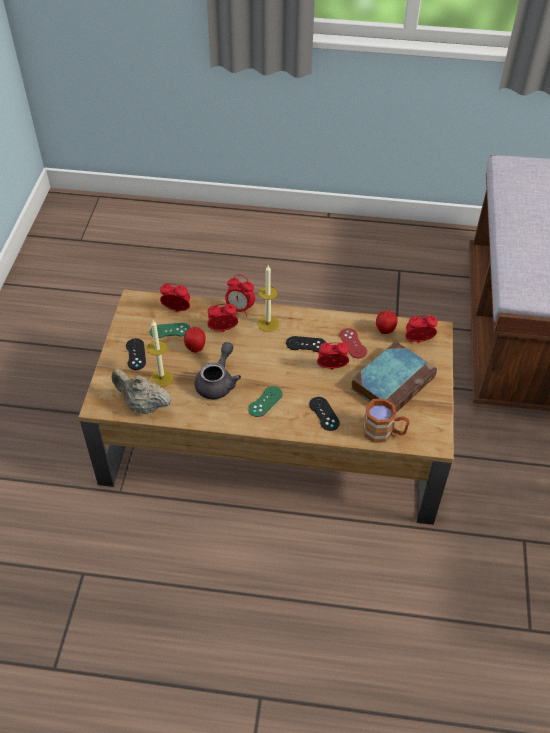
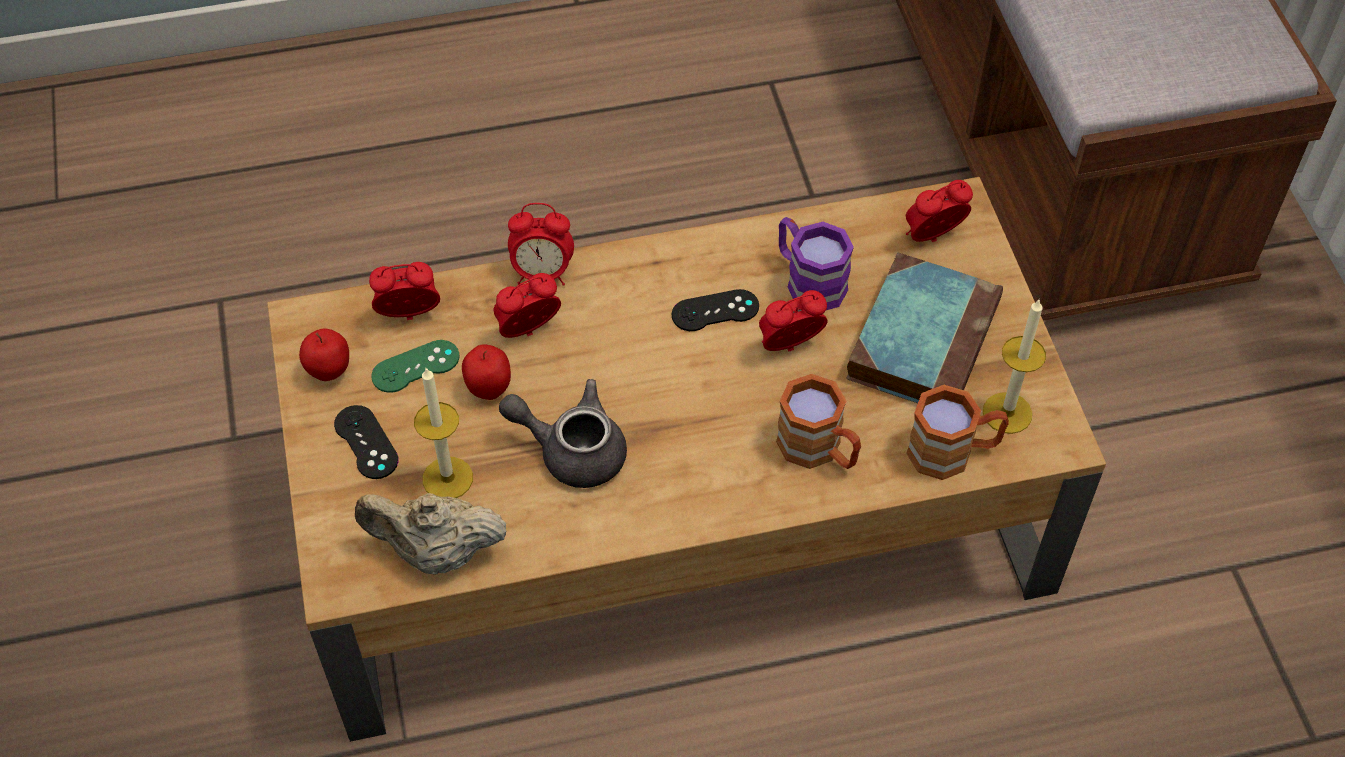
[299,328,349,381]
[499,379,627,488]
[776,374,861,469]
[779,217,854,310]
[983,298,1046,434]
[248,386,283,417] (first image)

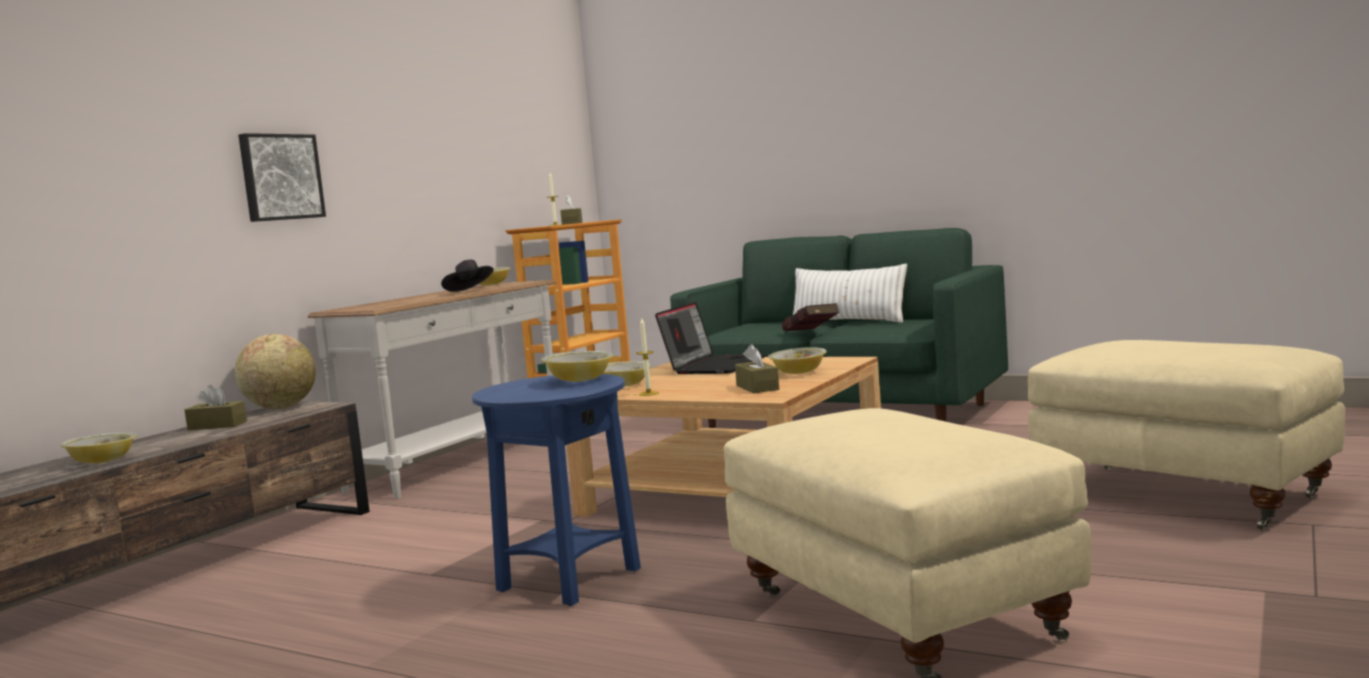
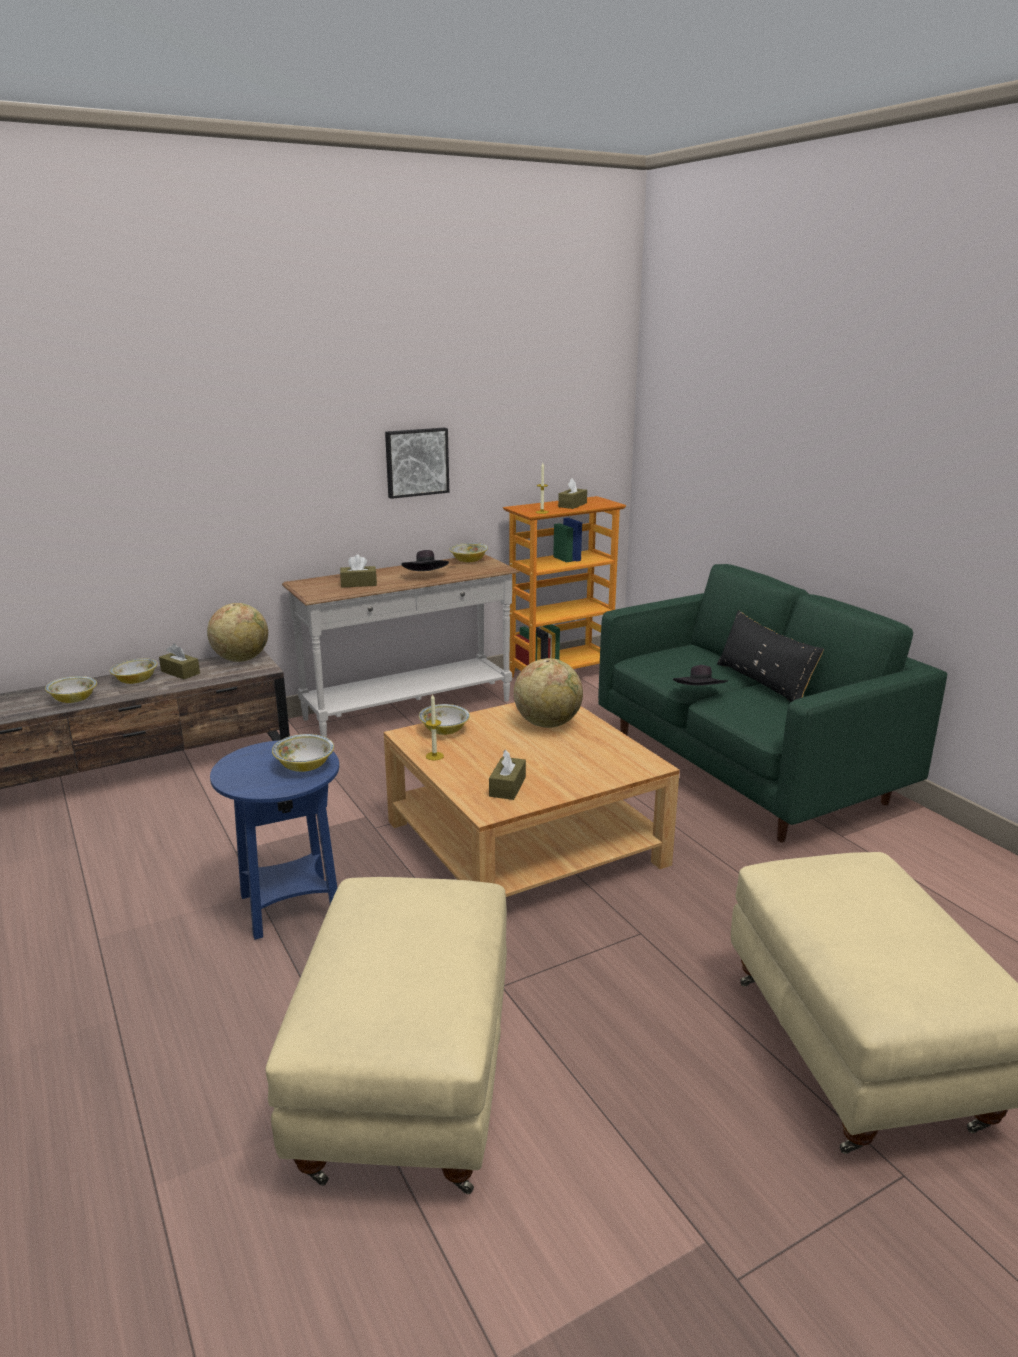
[110,658,157,684]
[340,554,377,587]
[385,428,449,499]
[514,658,583,728]
[673,665,728,686]
[717,610,824,702]

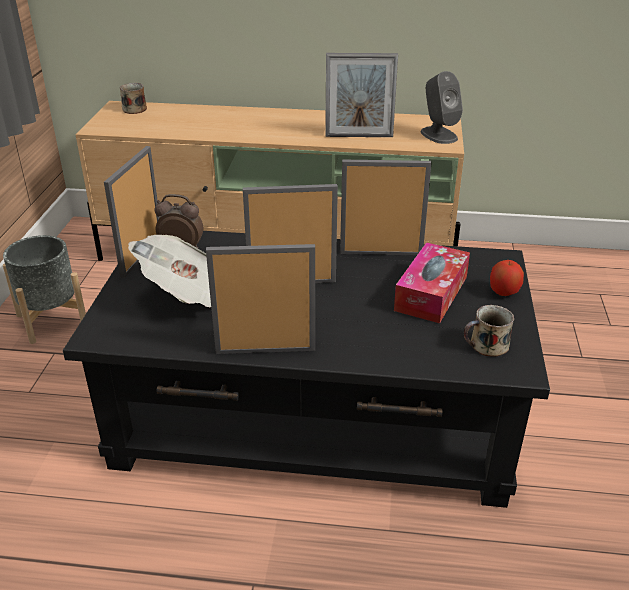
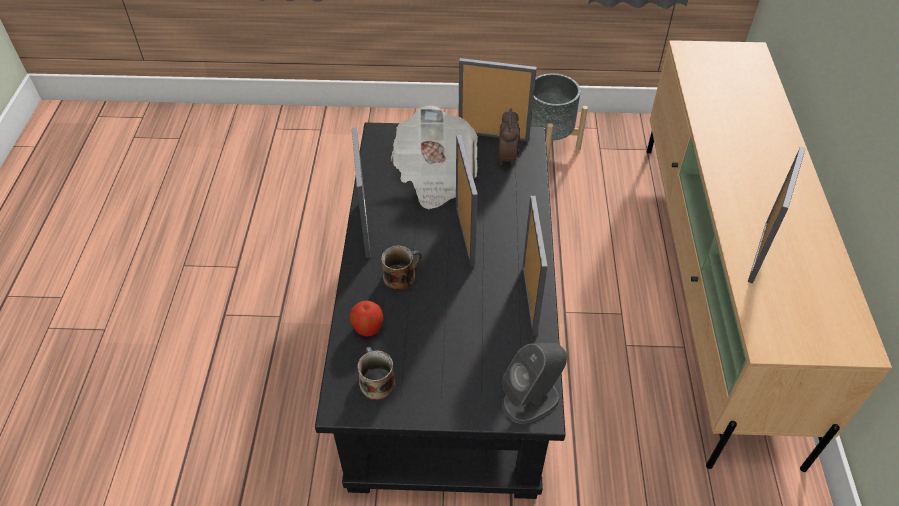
[350,301,383,336]
[381,245,422,290]
[502,343,567,424]
[748,146,805,284]
[394,242,470,323] (first image)

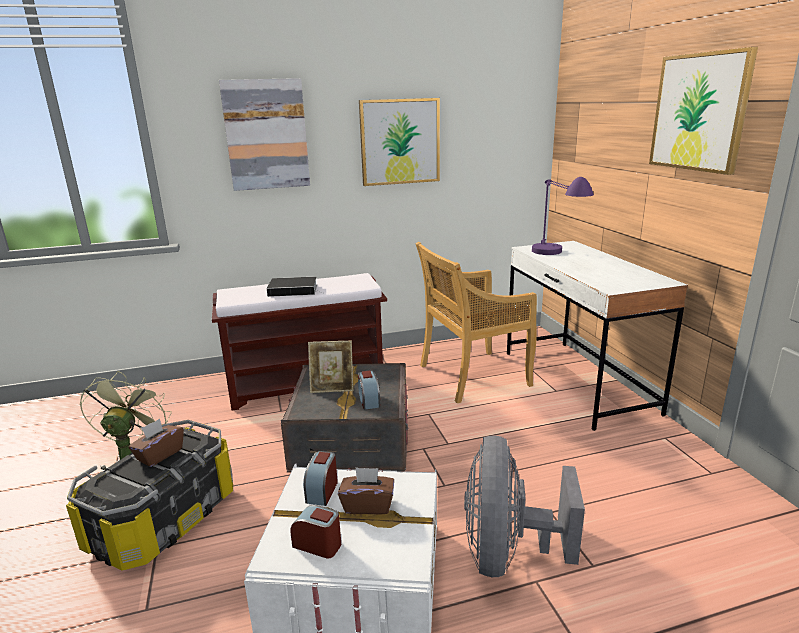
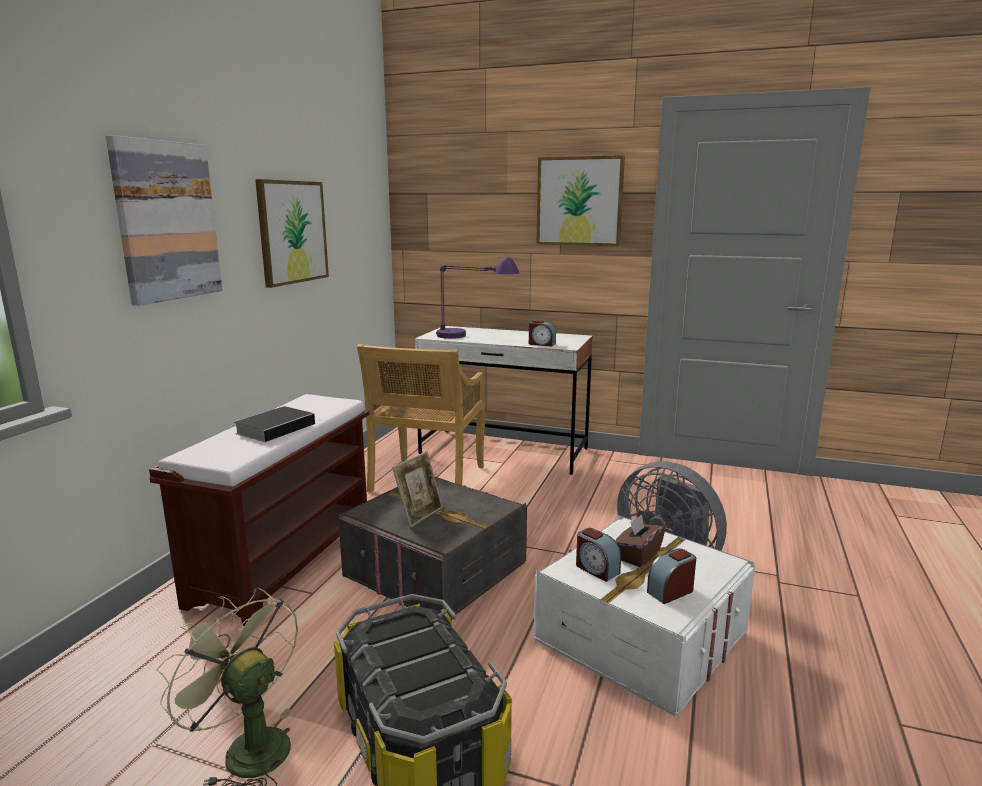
[529,320,556,347]
[128,419,184,467] (first image)

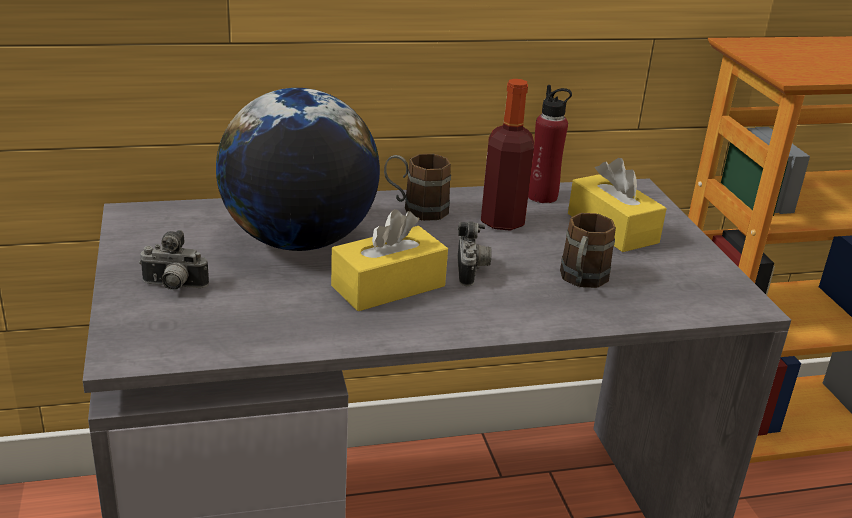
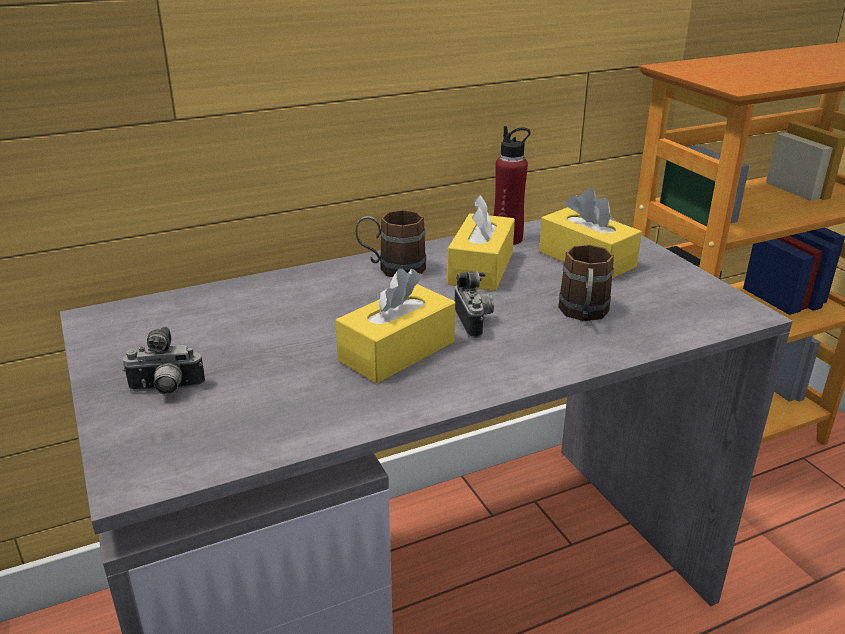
[447,195,515,291]
[216,88,380,251] (first image)

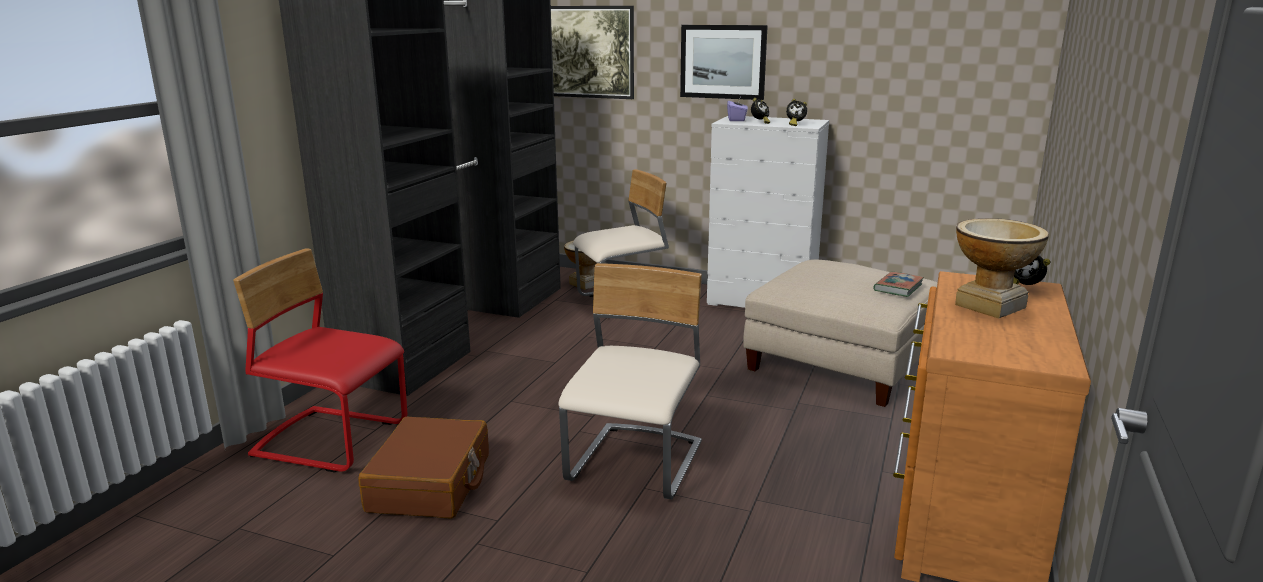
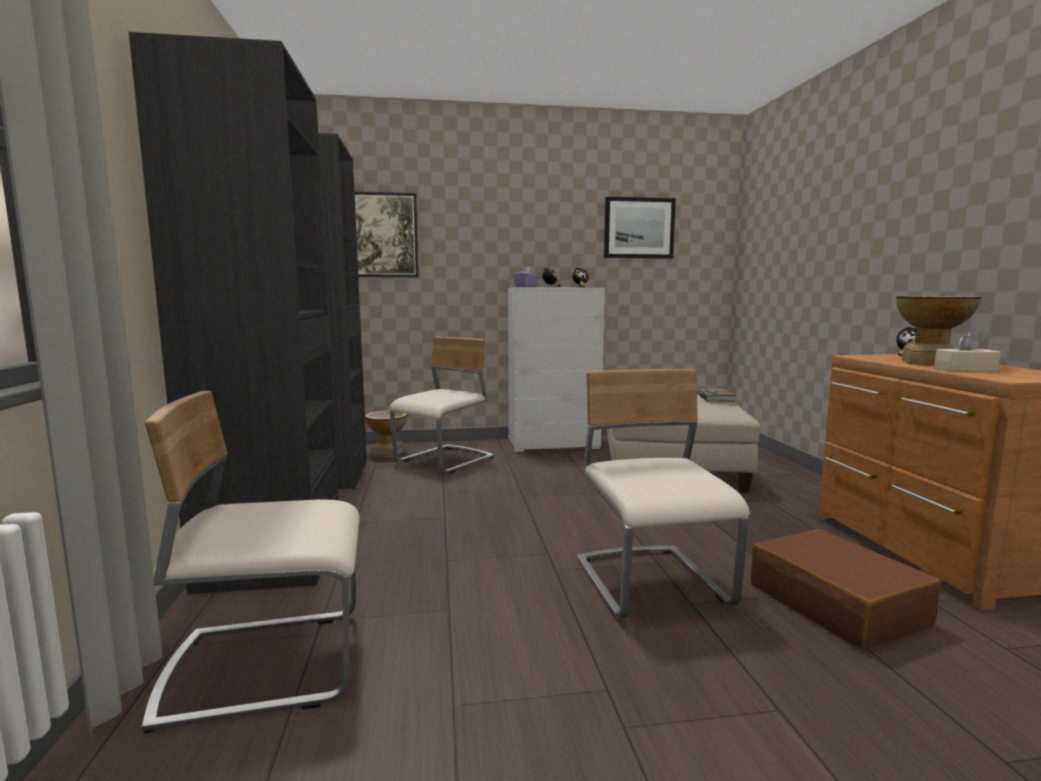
[142,391,360,733]
[604,197,676,259]
[751,529,942,650]
[934,331,1001,372]

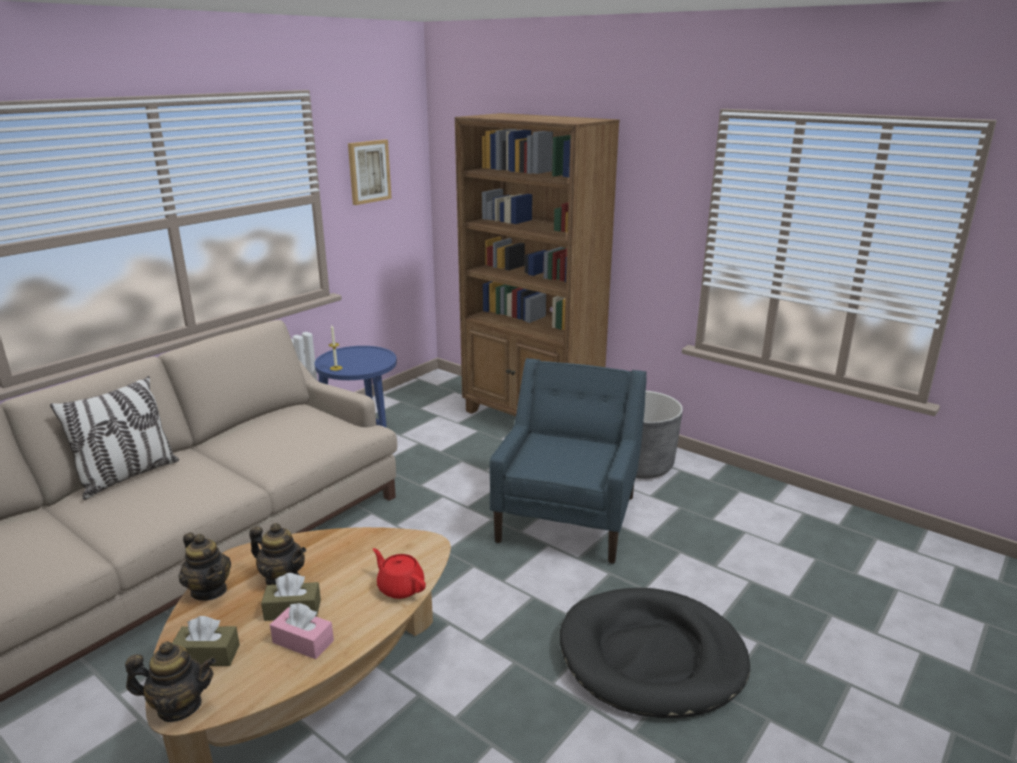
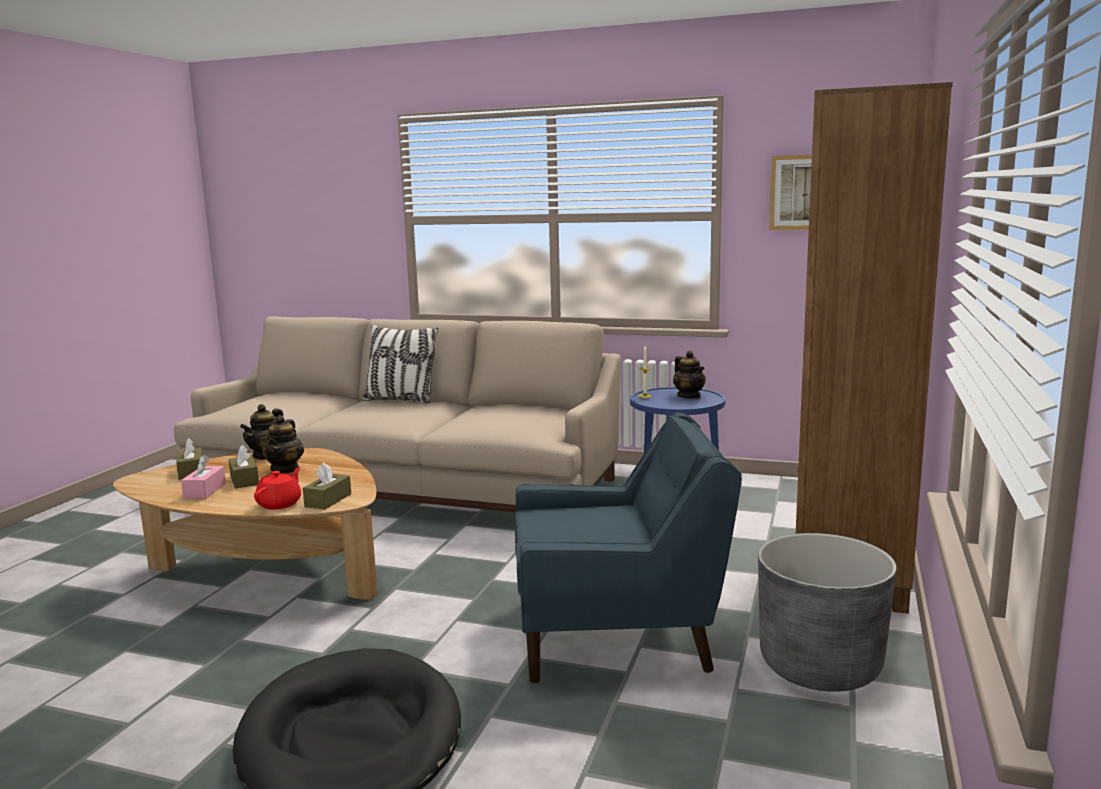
[303,462,351,510]
[673,351,706,399]

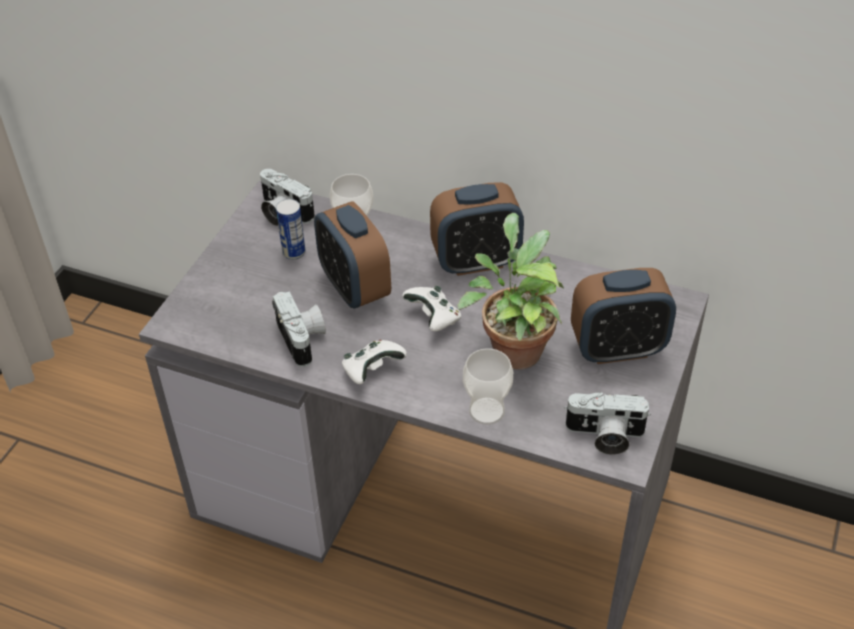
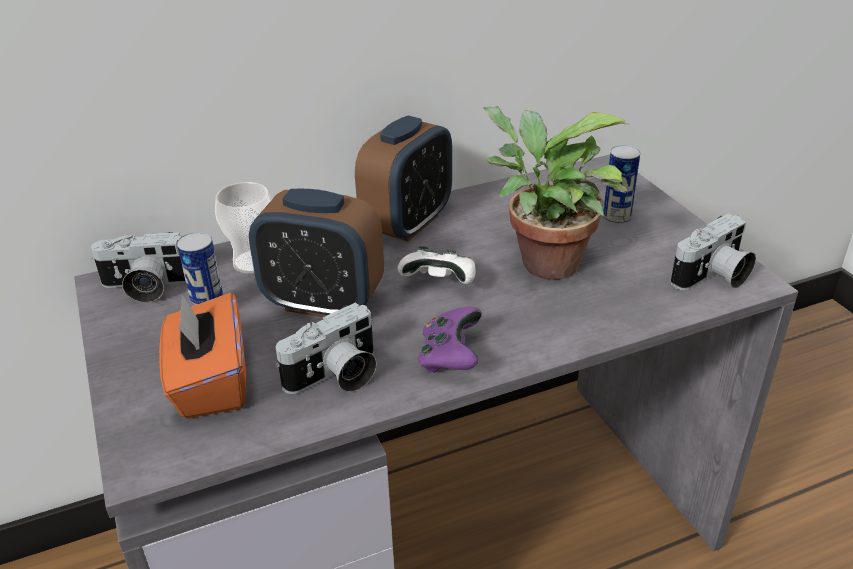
[159,293,246,419]
[275,302,377,394]
[418,307,482,373]
[603,145,641,224]
[463,348,513,425] (first image)

